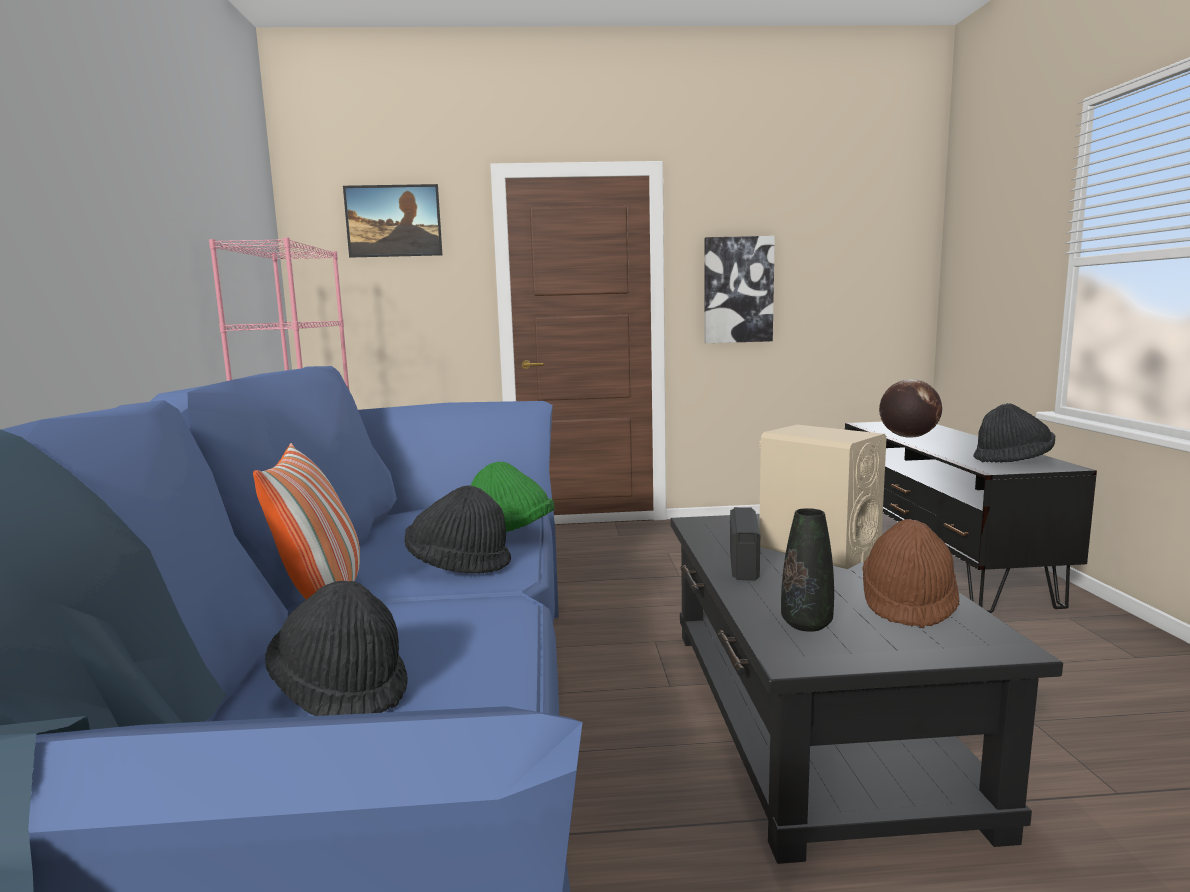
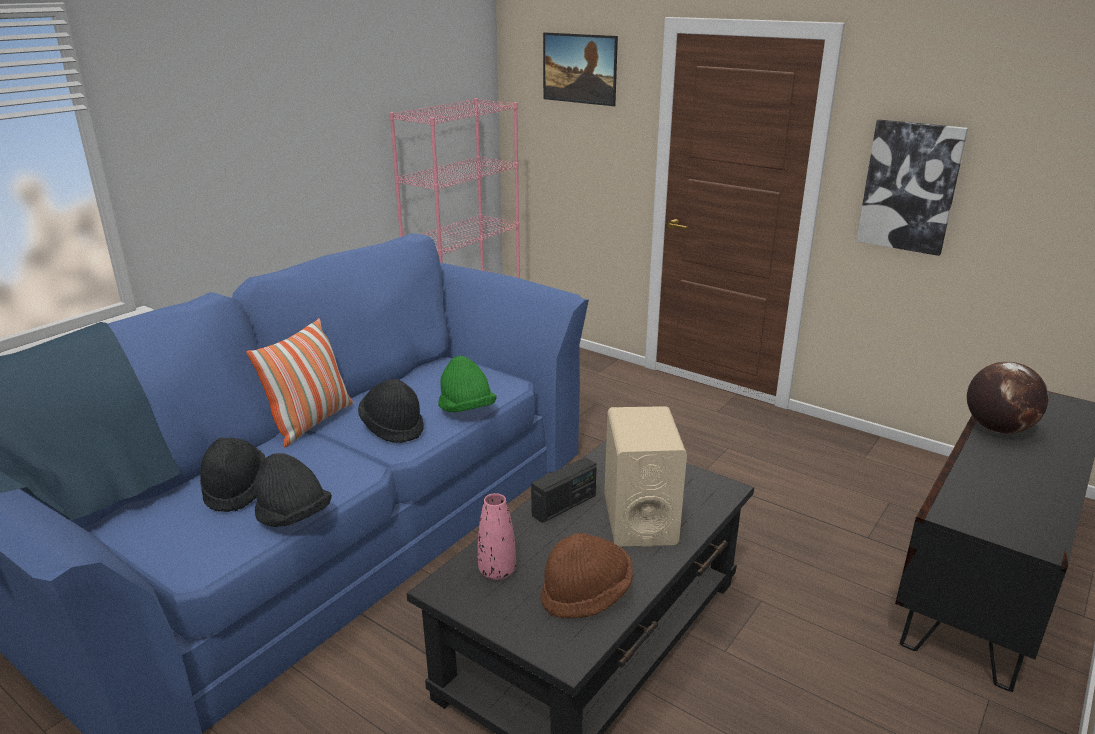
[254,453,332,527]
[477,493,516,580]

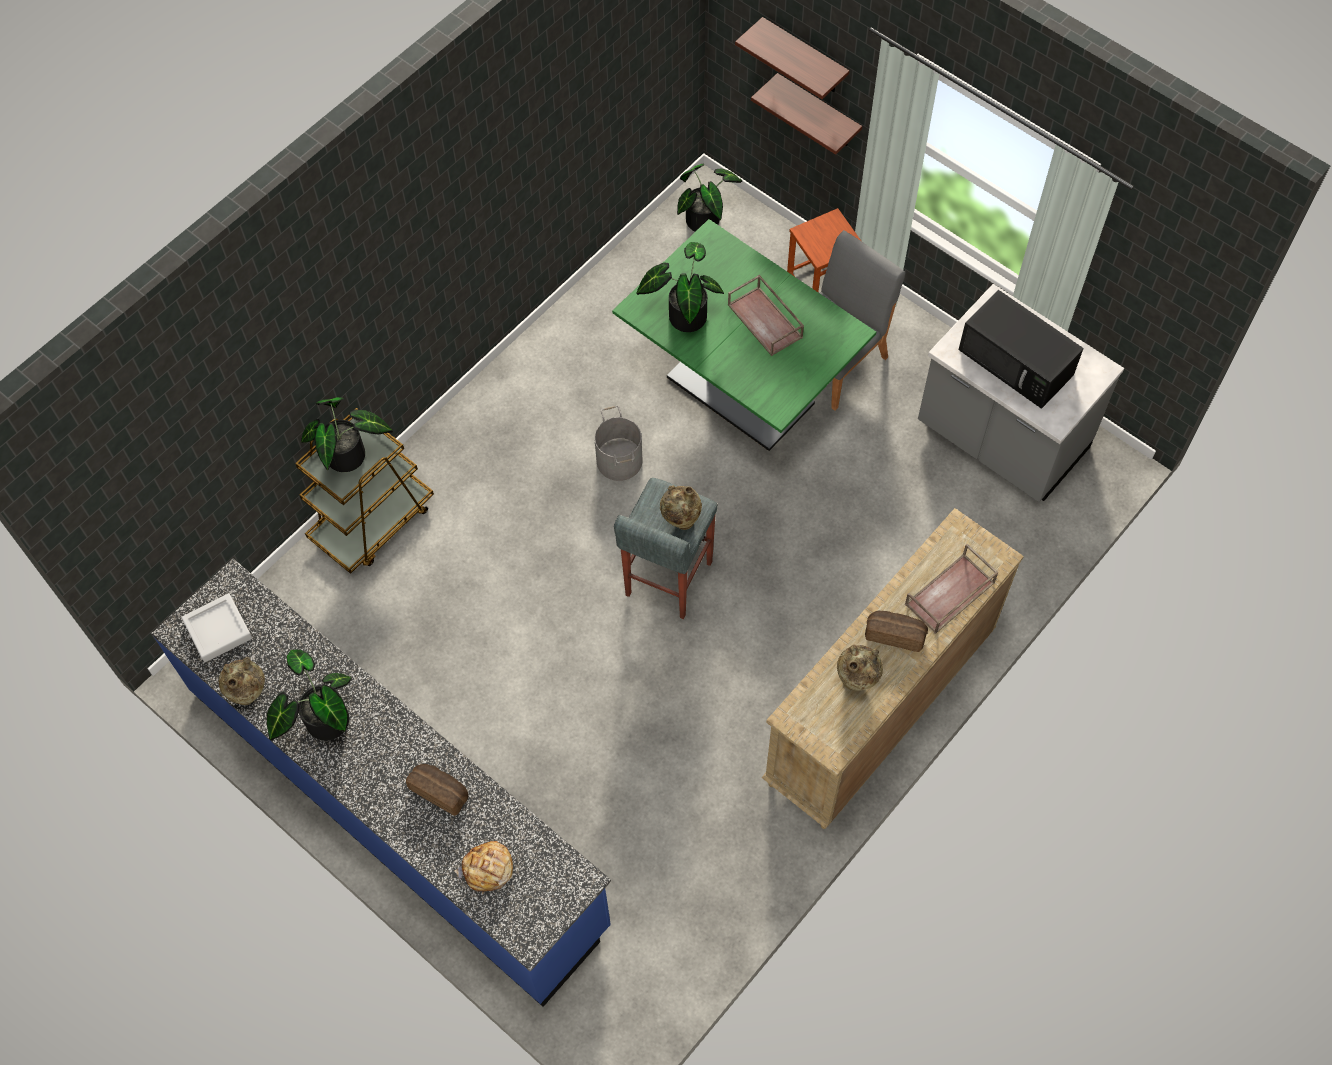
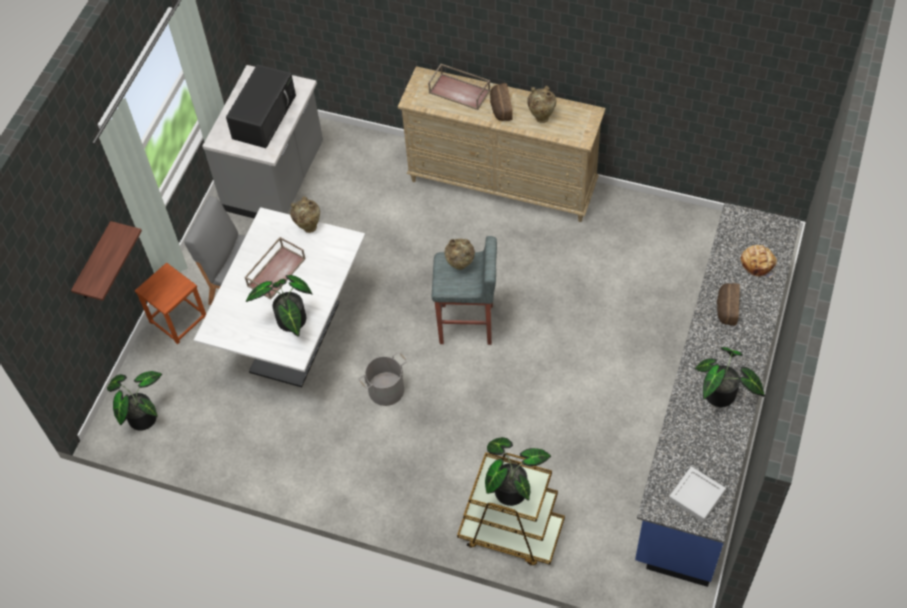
[194,207,365,387]
[290,196,320,233]
[735,17,850,99] (first image)

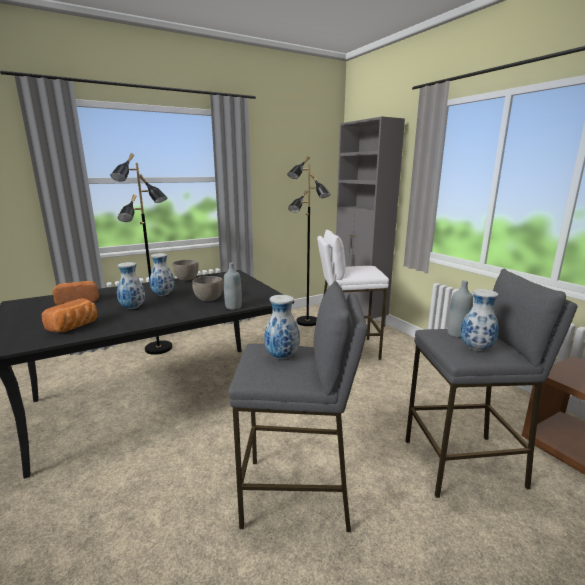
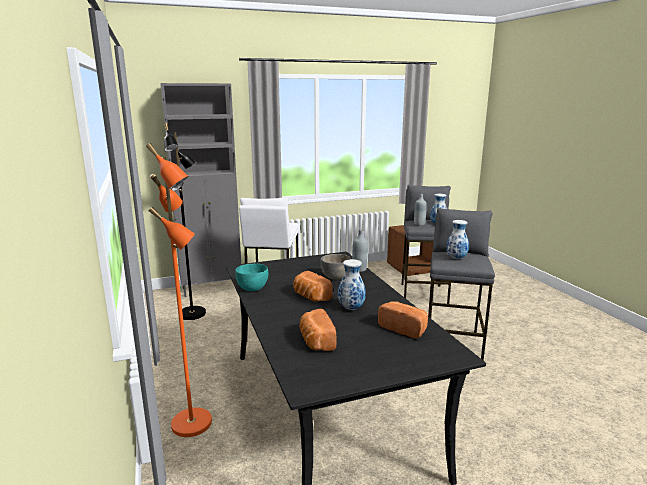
[146,143,212,437]
[235,264,268,291]
[293,271,333,302]

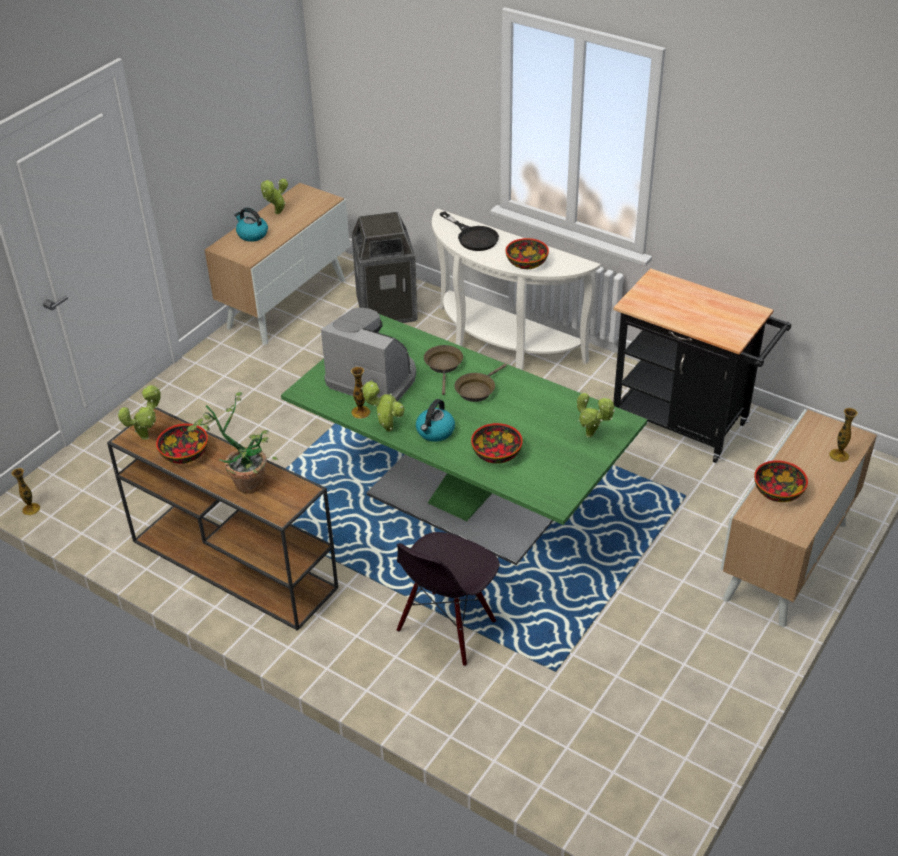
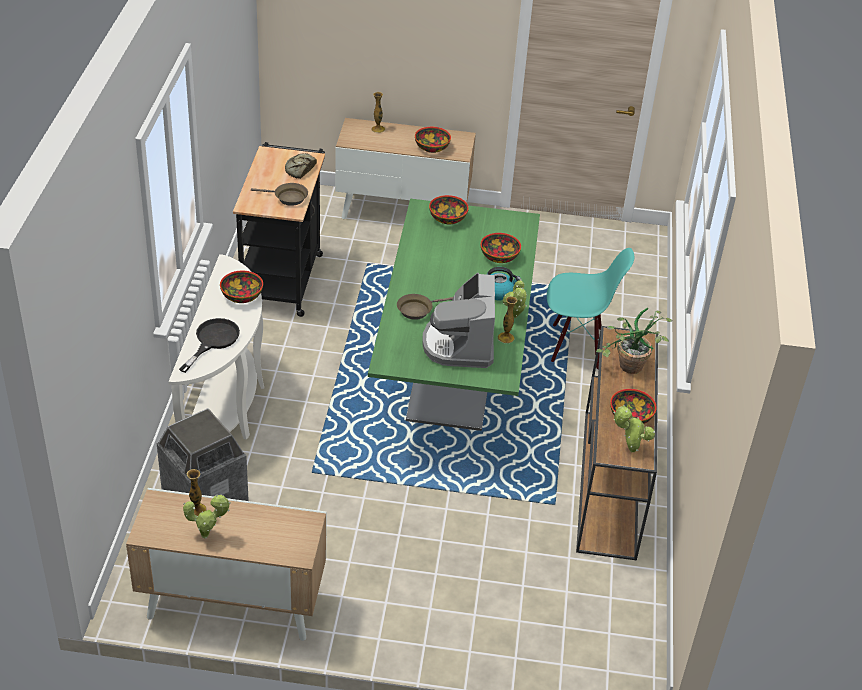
[187,469,207,516]
[251,183,308,206]
[285,153,317,179]
[429,195,469,224]
[547,248,634,370]
[234,207,268,242] (first image)

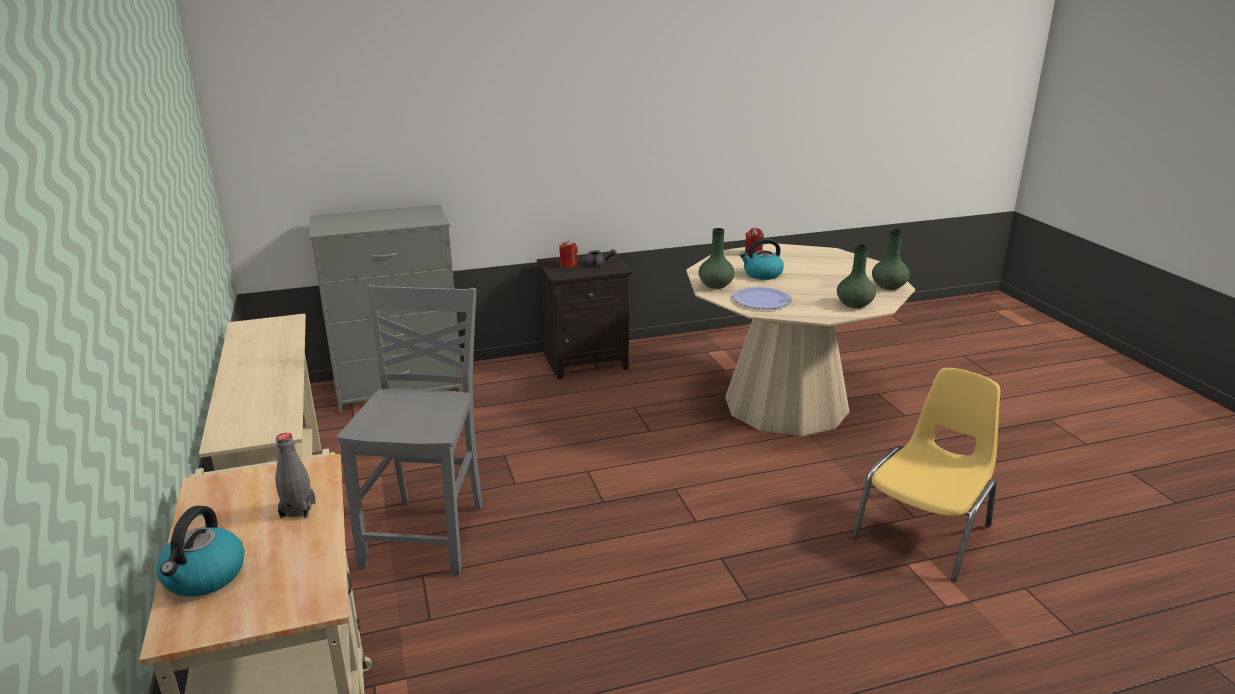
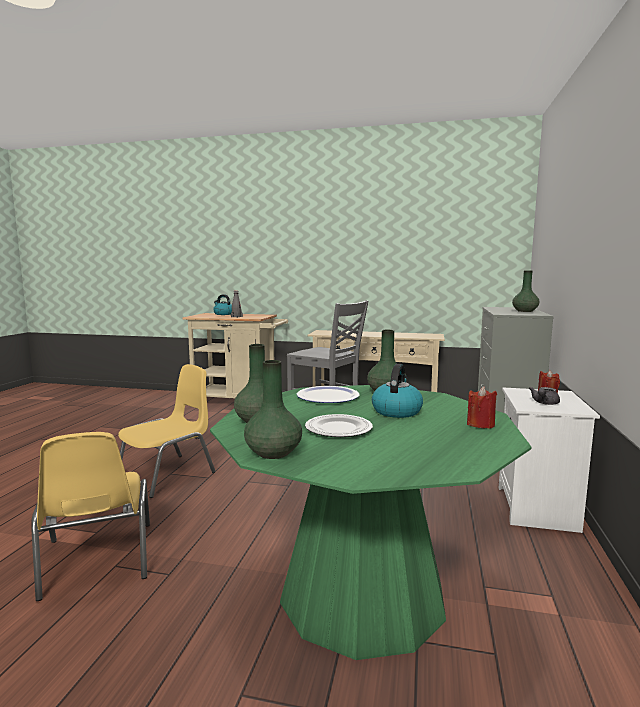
[118,364,216,498]
[210,385,531,660]
[305,414,373,437]
[499,387,600,533]
[512,270,539,312]

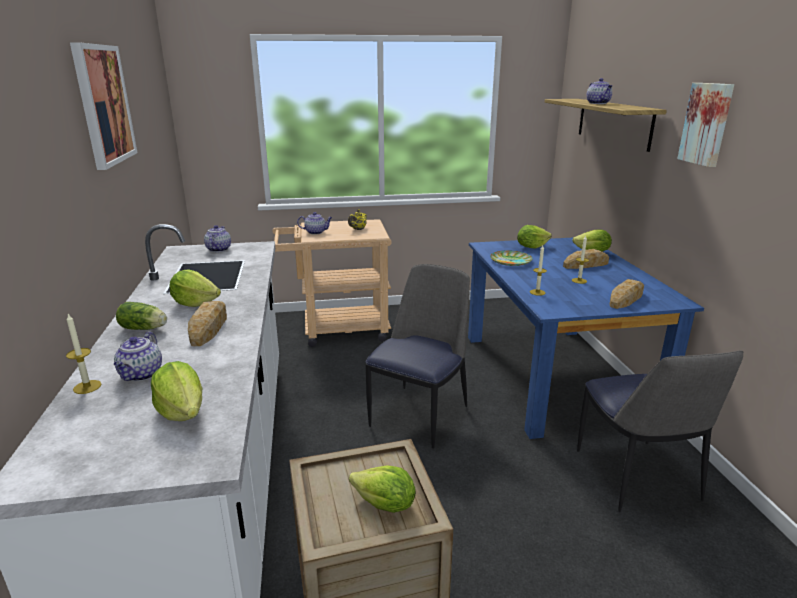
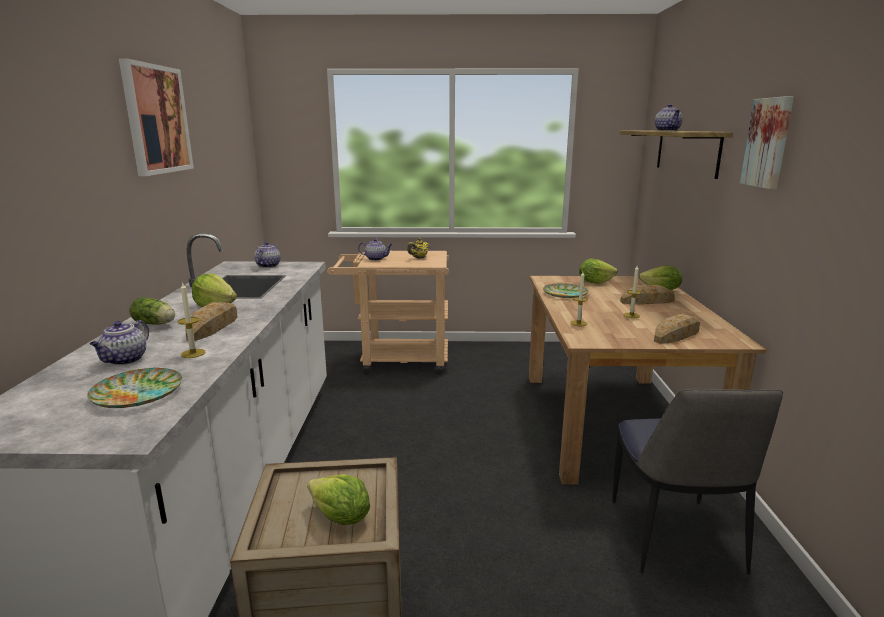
[87,368,182,408]
[178,282,206,358]
[529,276,767,485]
[366,264,470,448] (first image)

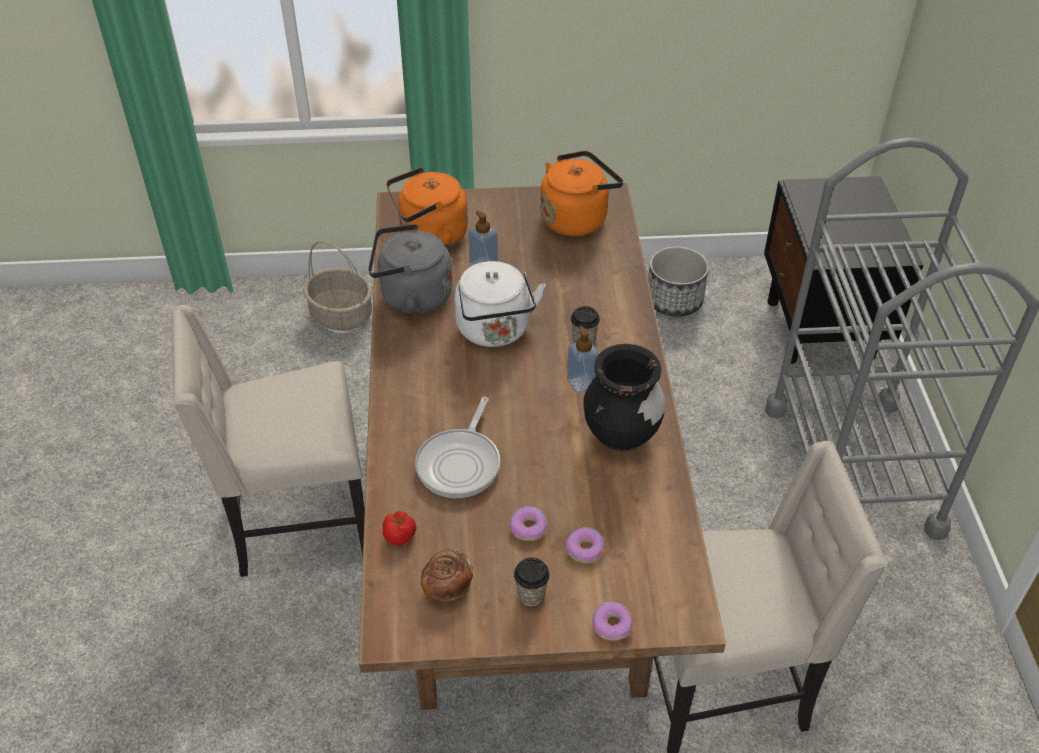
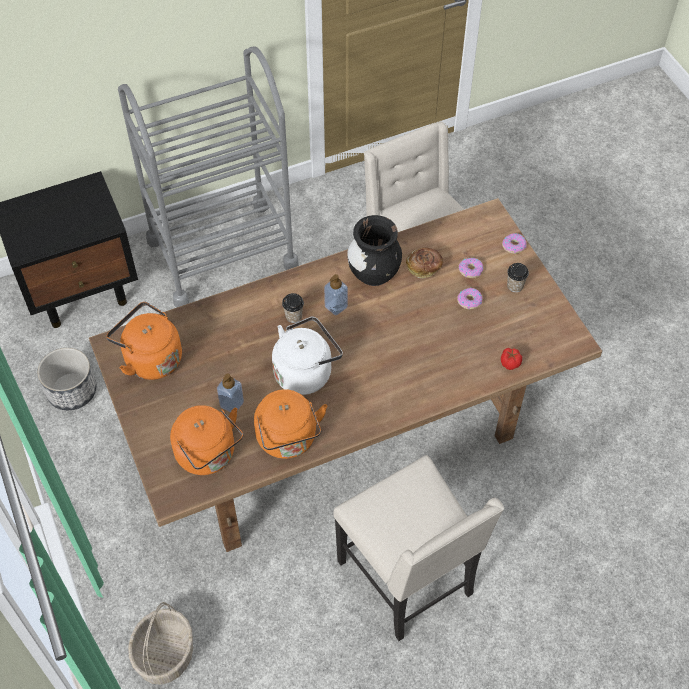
[254,389,327,459]
[406,248,443,278]
[415,397,500,498] (first image)

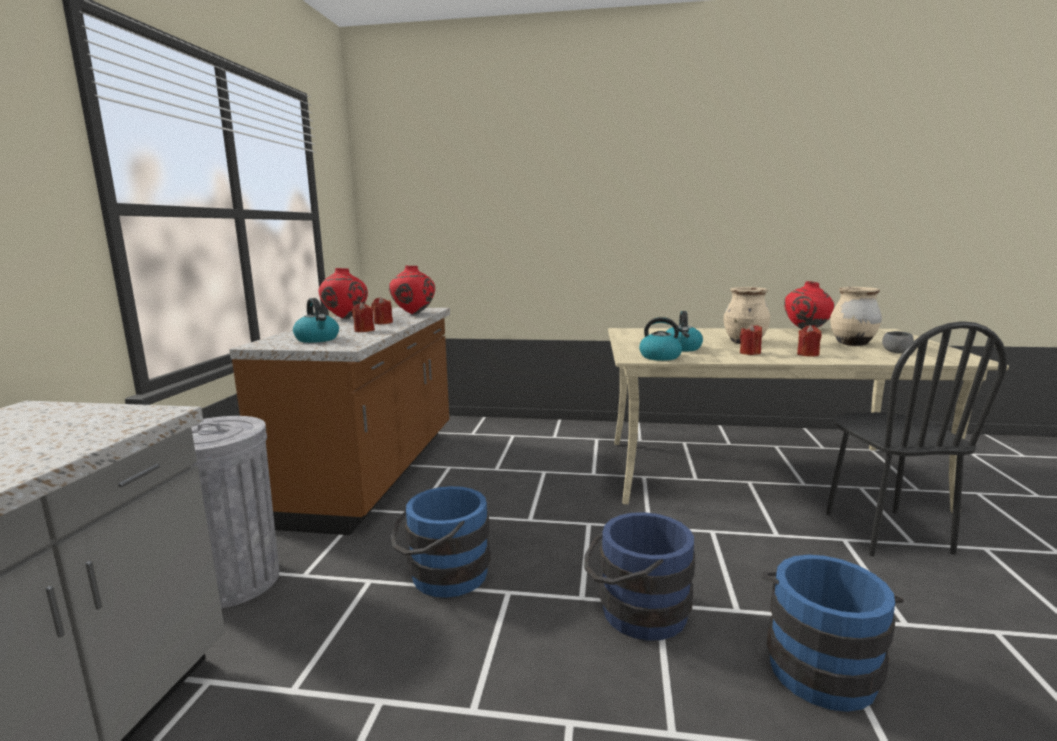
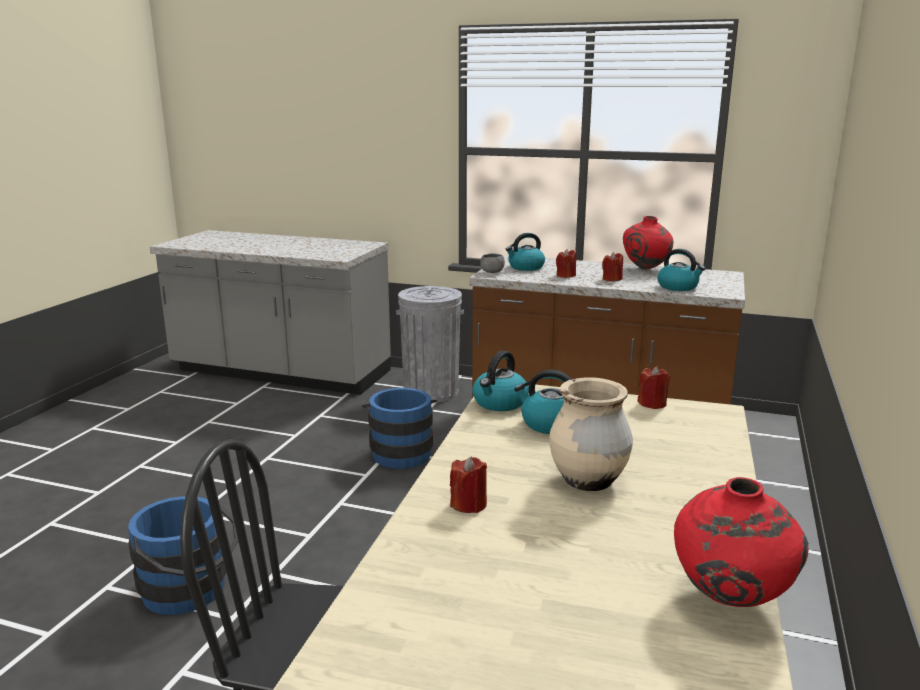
[480,254,505,273]
[637,366,670,409]
[658,249,705,291]
[584,512,695,641] (first image)
[830,287,882,346] (first image)

